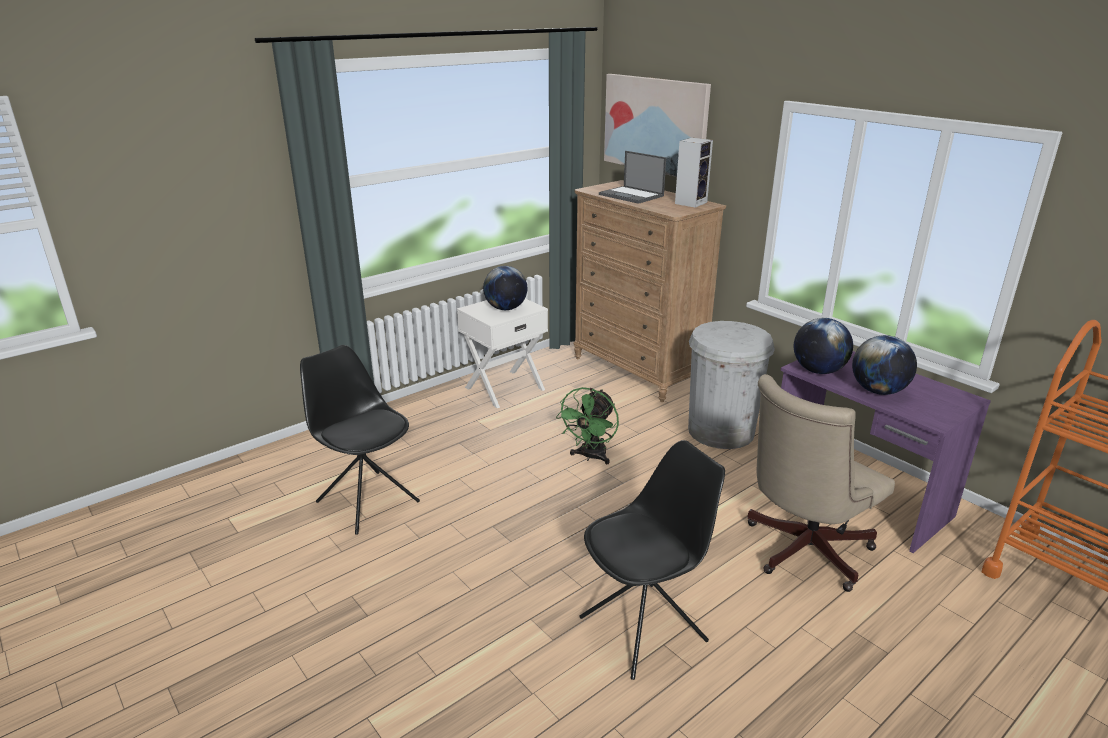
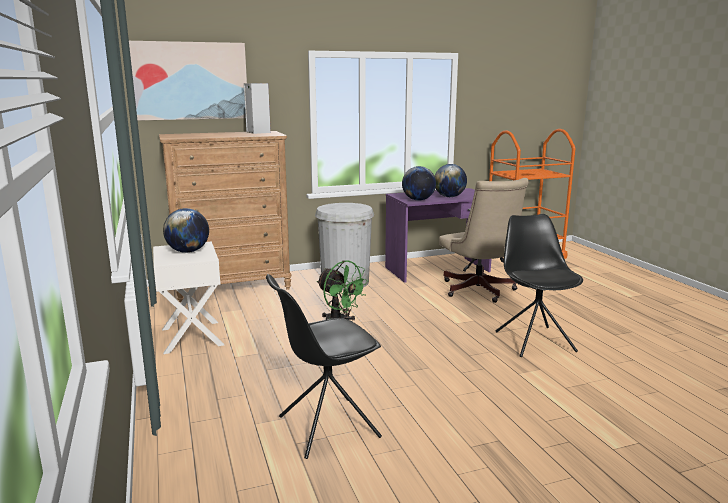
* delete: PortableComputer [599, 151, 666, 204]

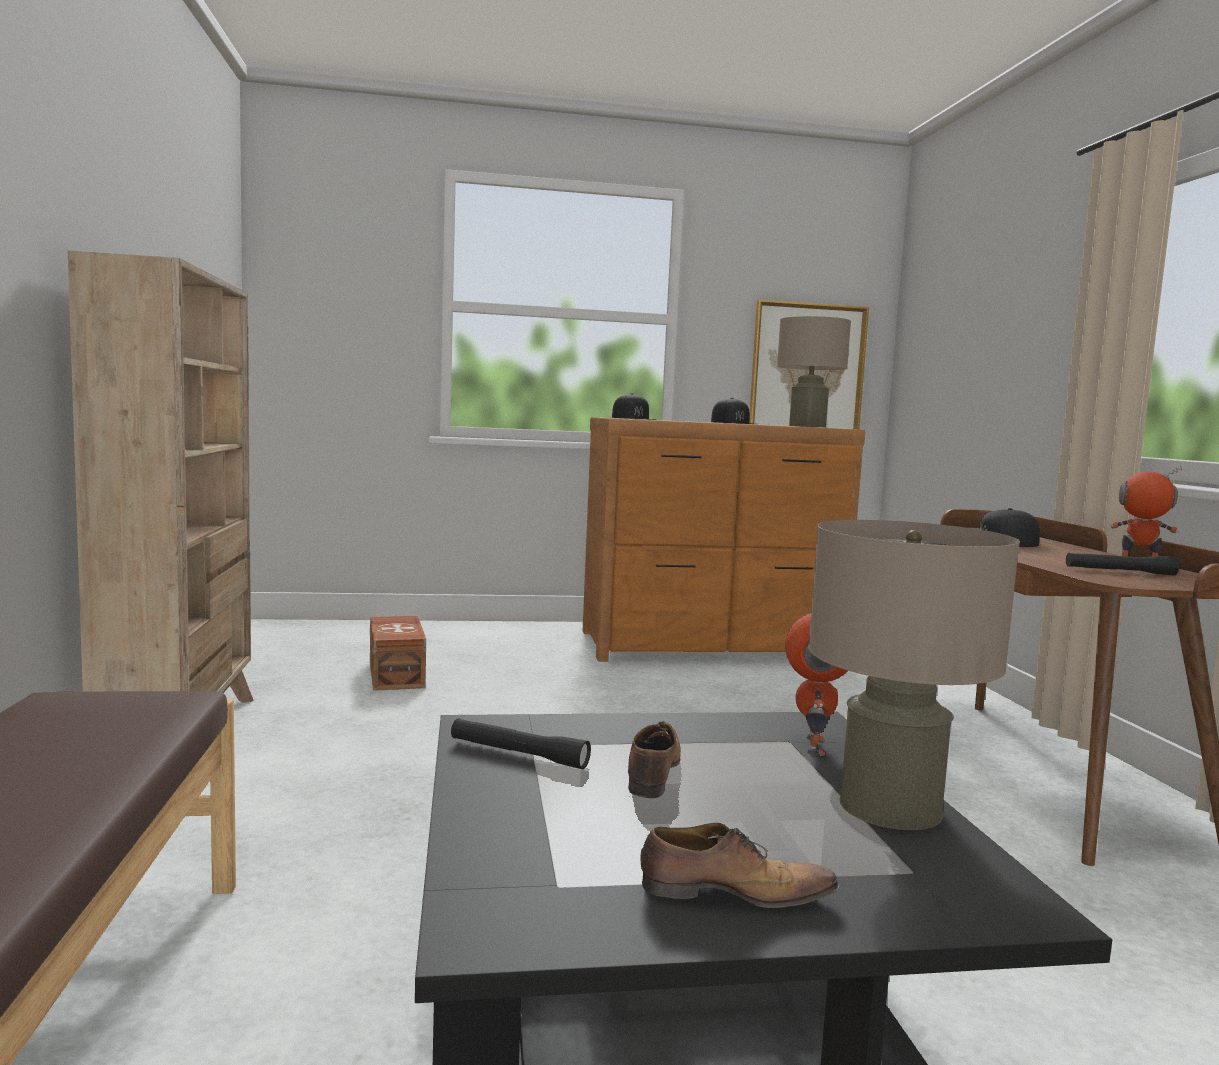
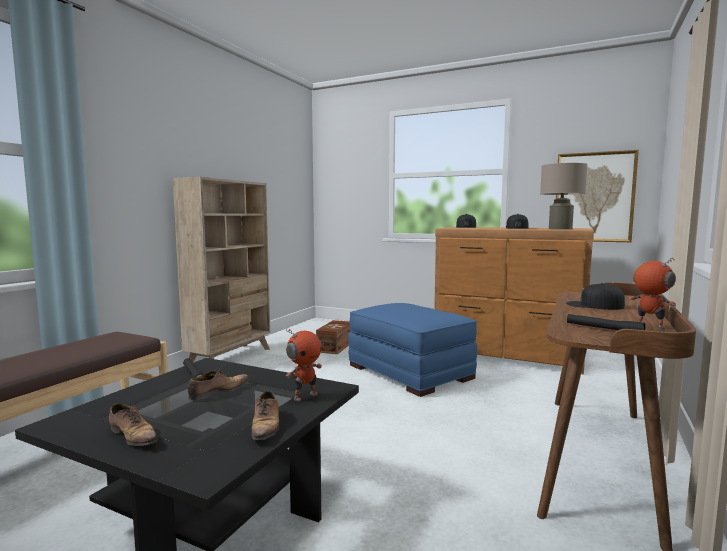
* replace: SandColouredTableLamp [808, 520, 1020, 830] to Shoe [252, 391, 279, 440]
* insert: BlueFootrest [348, 303, 477, 397]

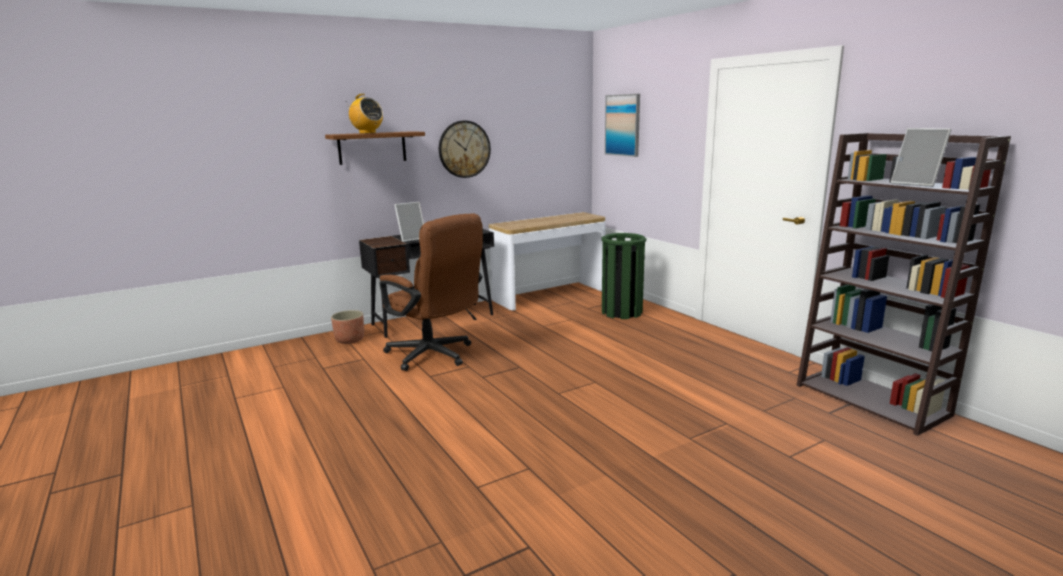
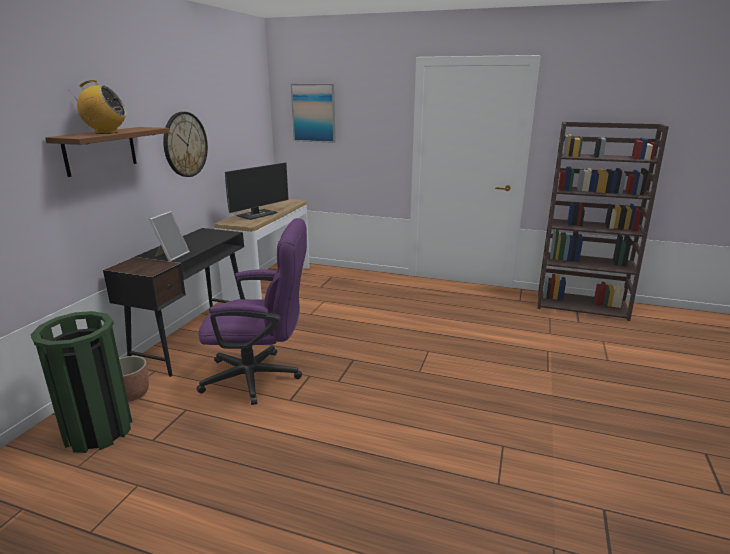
* recolor: BrownDeskChair [380, 214, 483, 371] to PurpleColouredDeskChair [196, 218, 307, 405]
* move: GreenColouredWasteBin [602, 233, 646, 319] to [31, 311, 132, 453]
* delete: PictureFrame [891, 128, 951, 187]
* insert: ComputerScreen [225, 162, 289, 220]

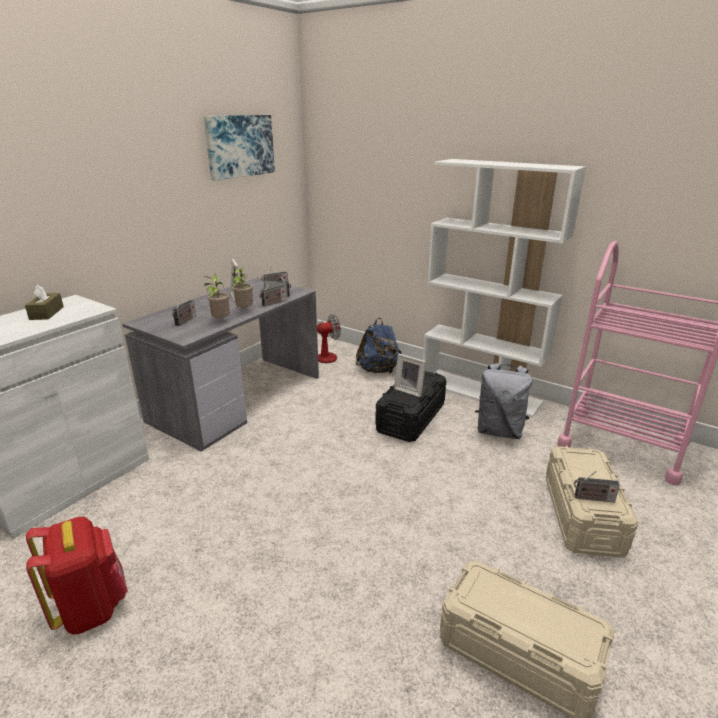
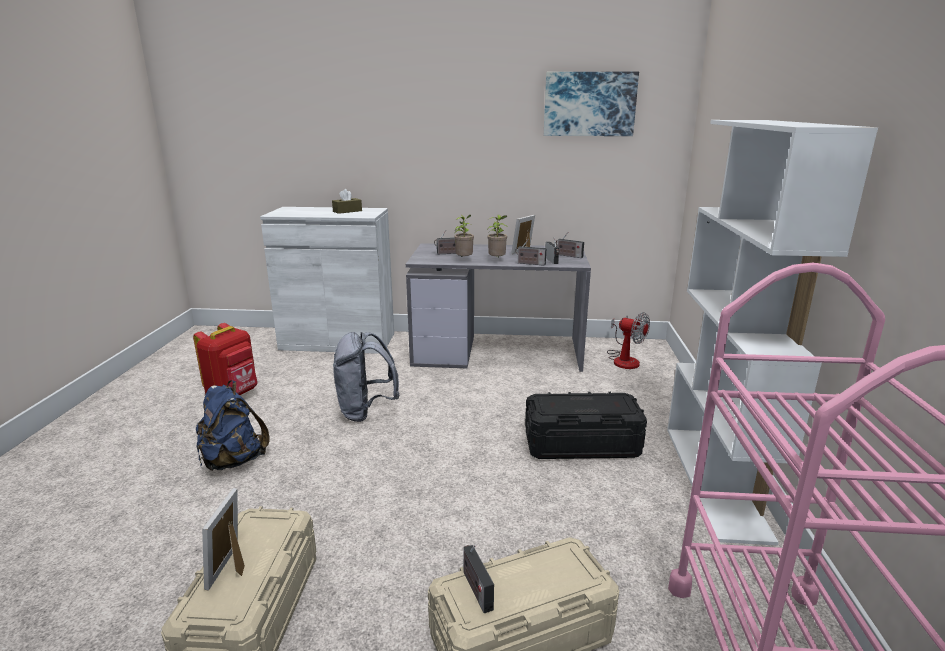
* move: BlueRucksack [356, 318, 402, 374] to [196, 380, 270, 471]
* move: PictureFrame [394, 354, 426, 397] to [202, 488, 245, 591]
* move: GreyishRucksack [475, 363, 532, 439] to [333, 332, 400, 422]

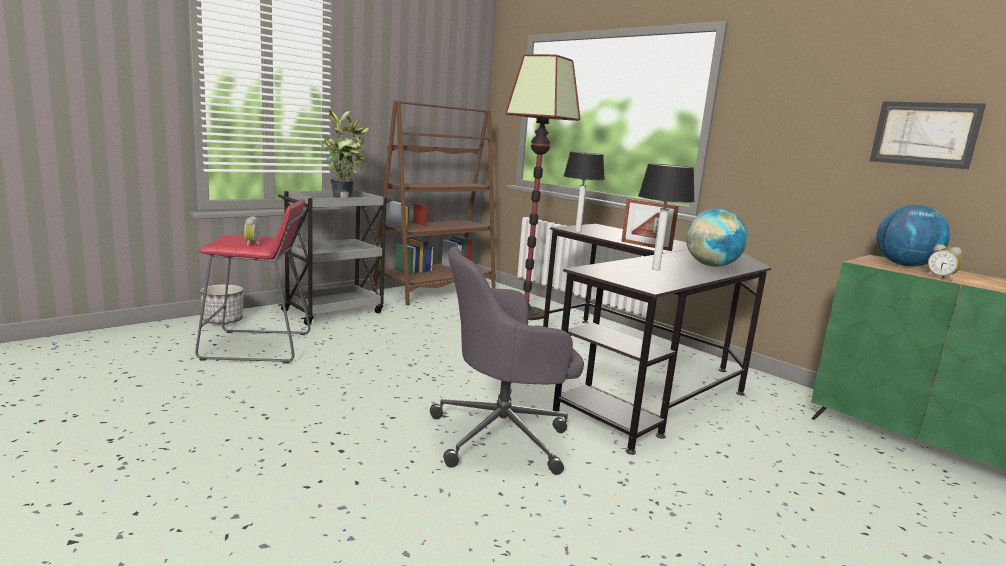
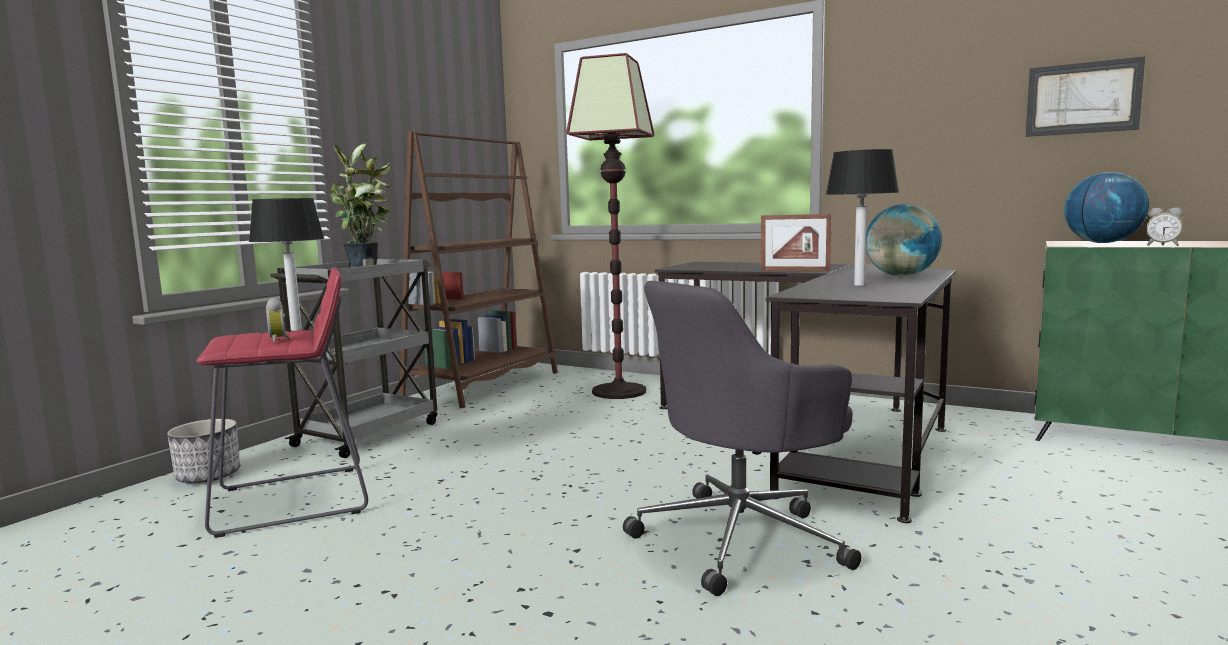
* move: TableLamp [564, 152, 605, 232] to [249, 198, 324, 331]

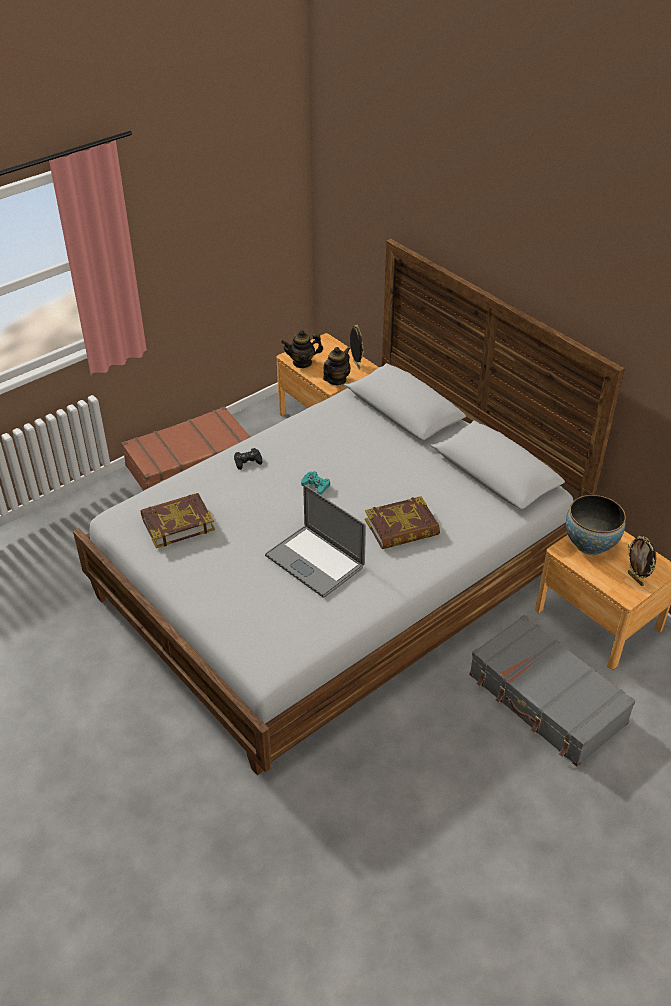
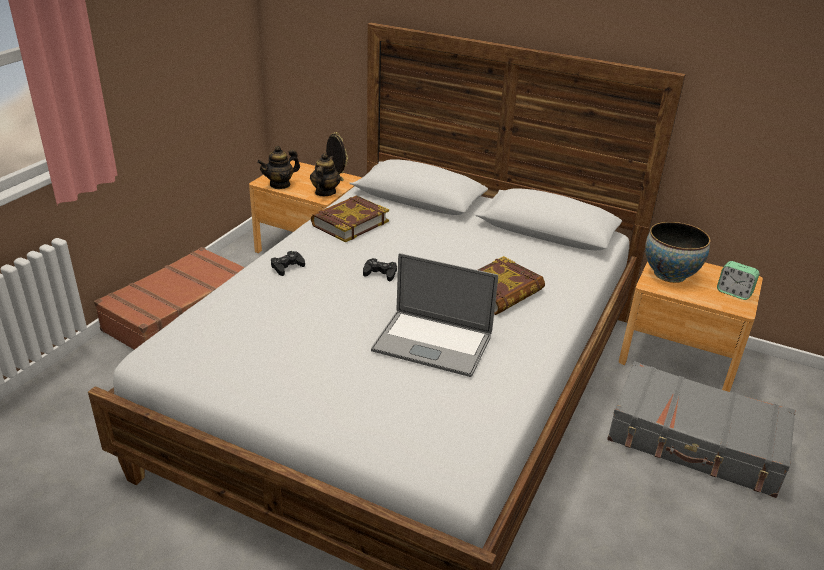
* move: Volume [141, 493, 215, 548] to [311, 195, 389, 242]
* recolor: BlueGreenGameController [301, 471, 330, 495] to BlackishGameController [363, 258, 397, 281]
* replace: PictureFrame [628, 536, 656, 586] to TableClock [717, 261, 760, 300]

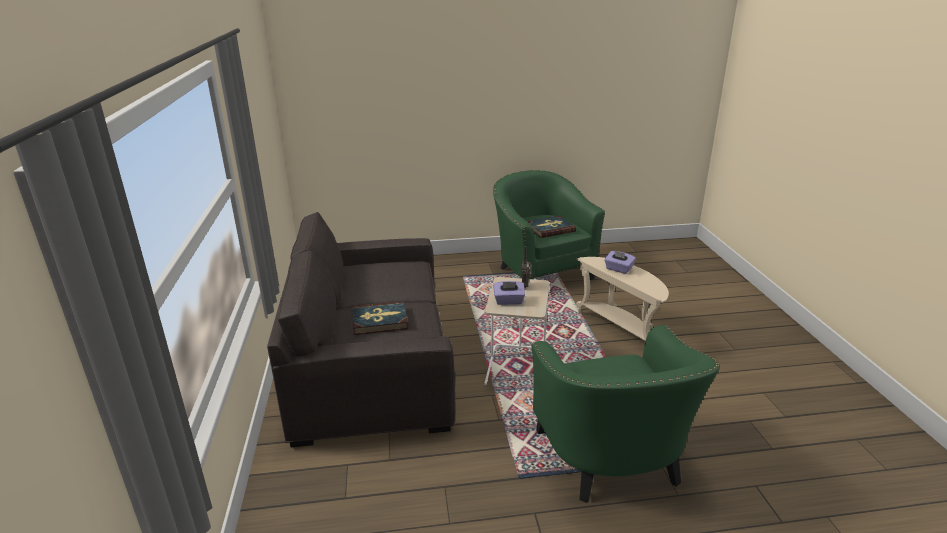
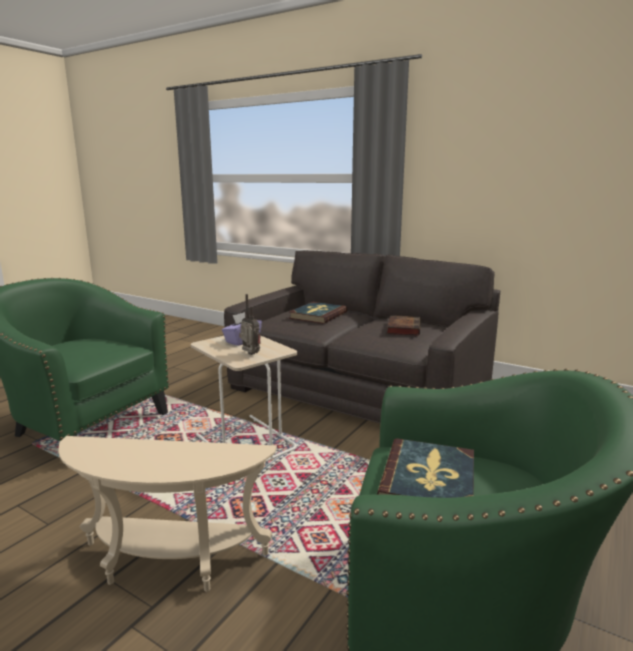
* delete: PurpleColouredTissueBox [604, 250, 636, 274]
* insert: Volume [387, 315, 421, 336]

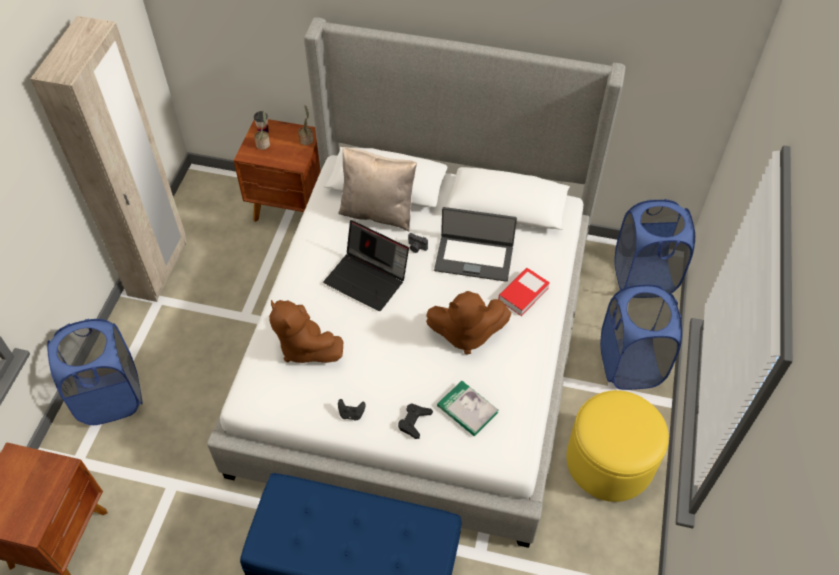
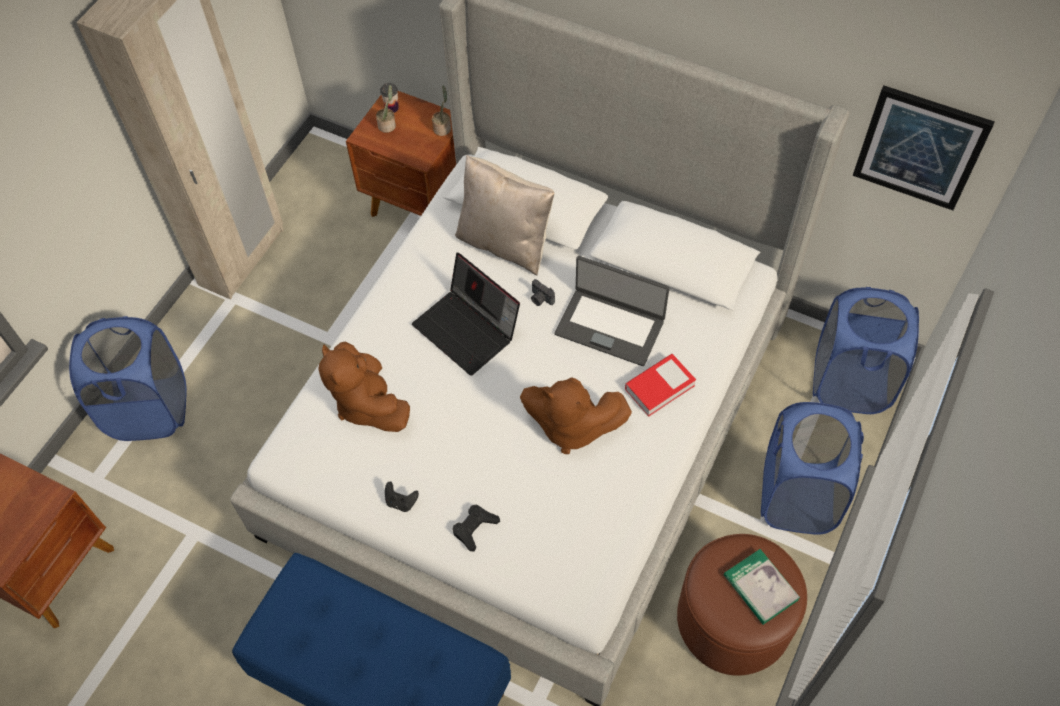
* move: Volume [437, 381, 498, 437] to [724, 549, 800, 625]
* recolor: YellowColouredFootrest [566, 390, 669, 502] to BrownFootrest [677, 534, 807, 676]
* insert: WallPicture [853, 85, 995, 210]

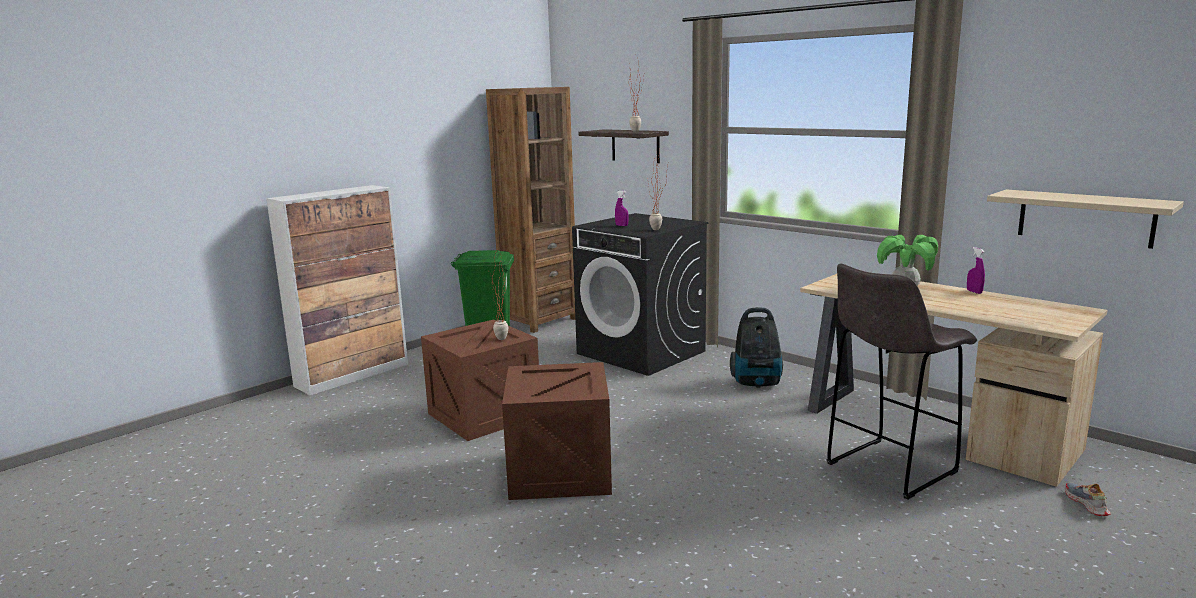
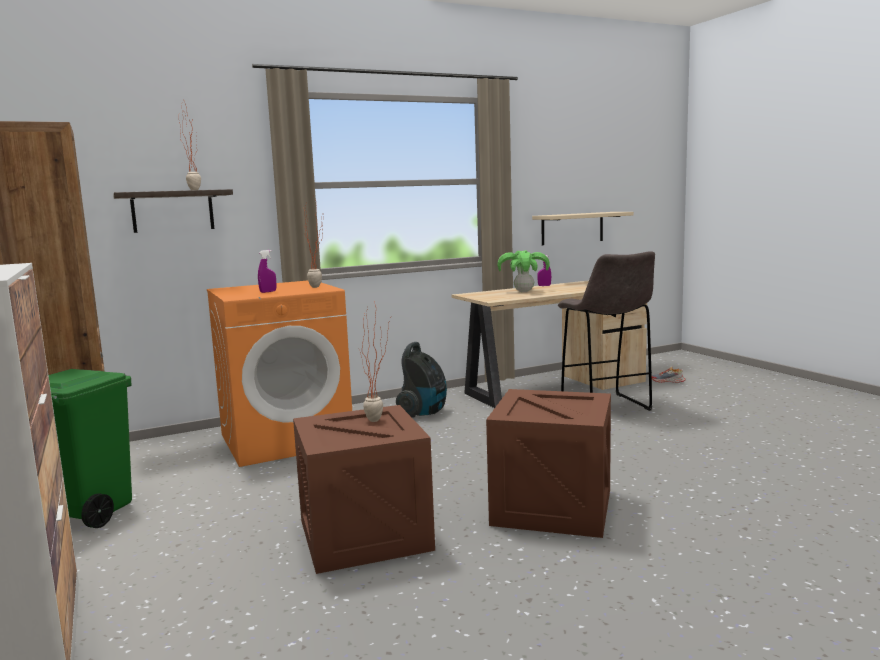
* recolor: BlackishLaundryMachine [572, 213, 709, 376] to OrangeLaundryMachine [207, 281, 352, 467]

